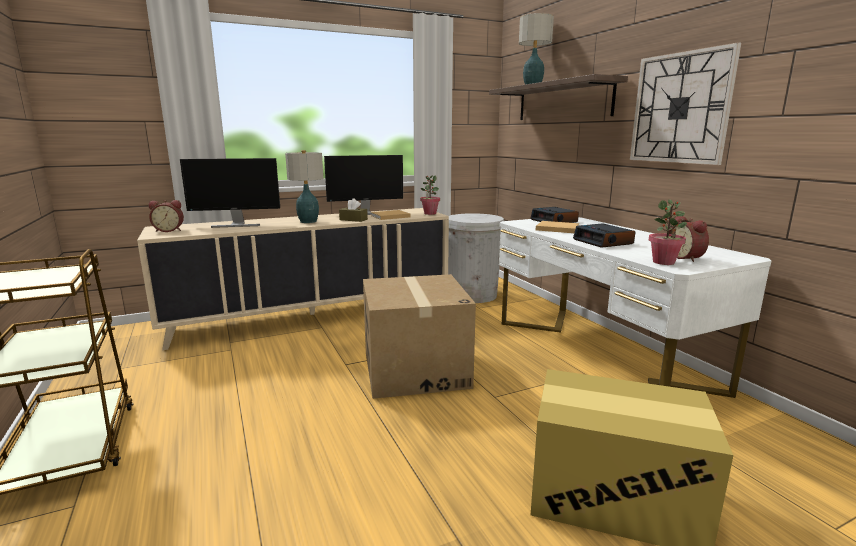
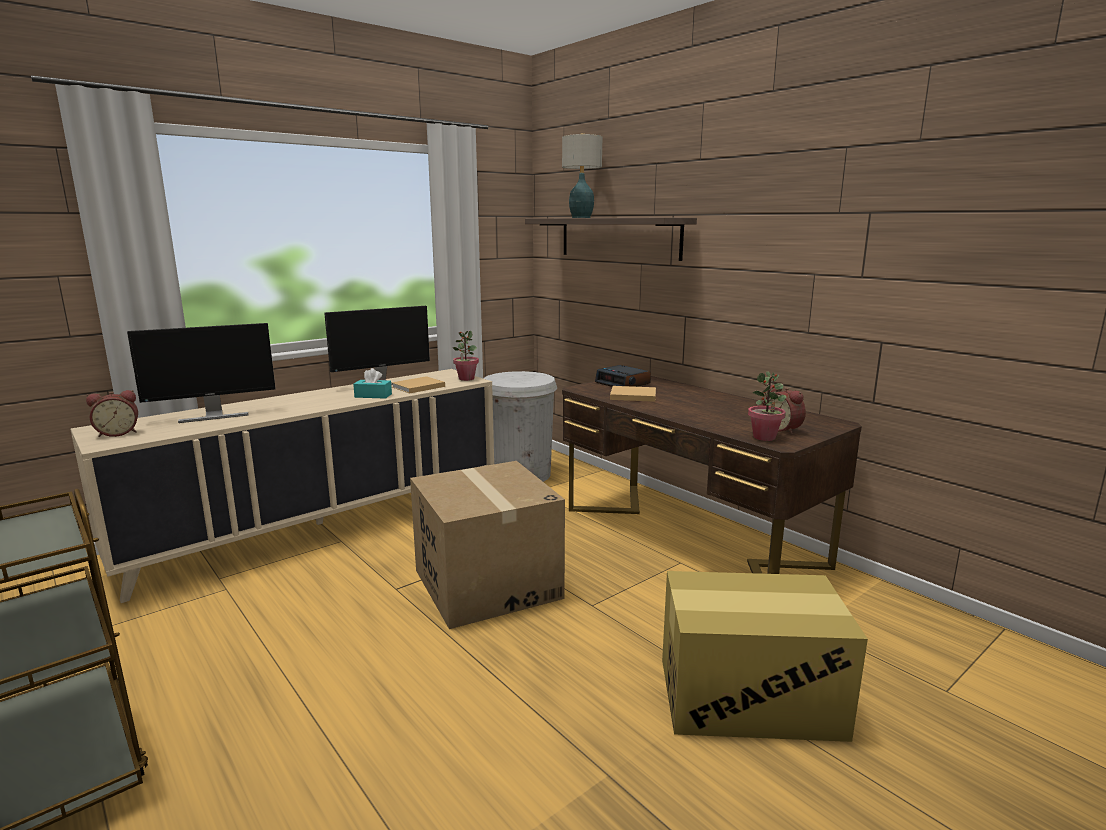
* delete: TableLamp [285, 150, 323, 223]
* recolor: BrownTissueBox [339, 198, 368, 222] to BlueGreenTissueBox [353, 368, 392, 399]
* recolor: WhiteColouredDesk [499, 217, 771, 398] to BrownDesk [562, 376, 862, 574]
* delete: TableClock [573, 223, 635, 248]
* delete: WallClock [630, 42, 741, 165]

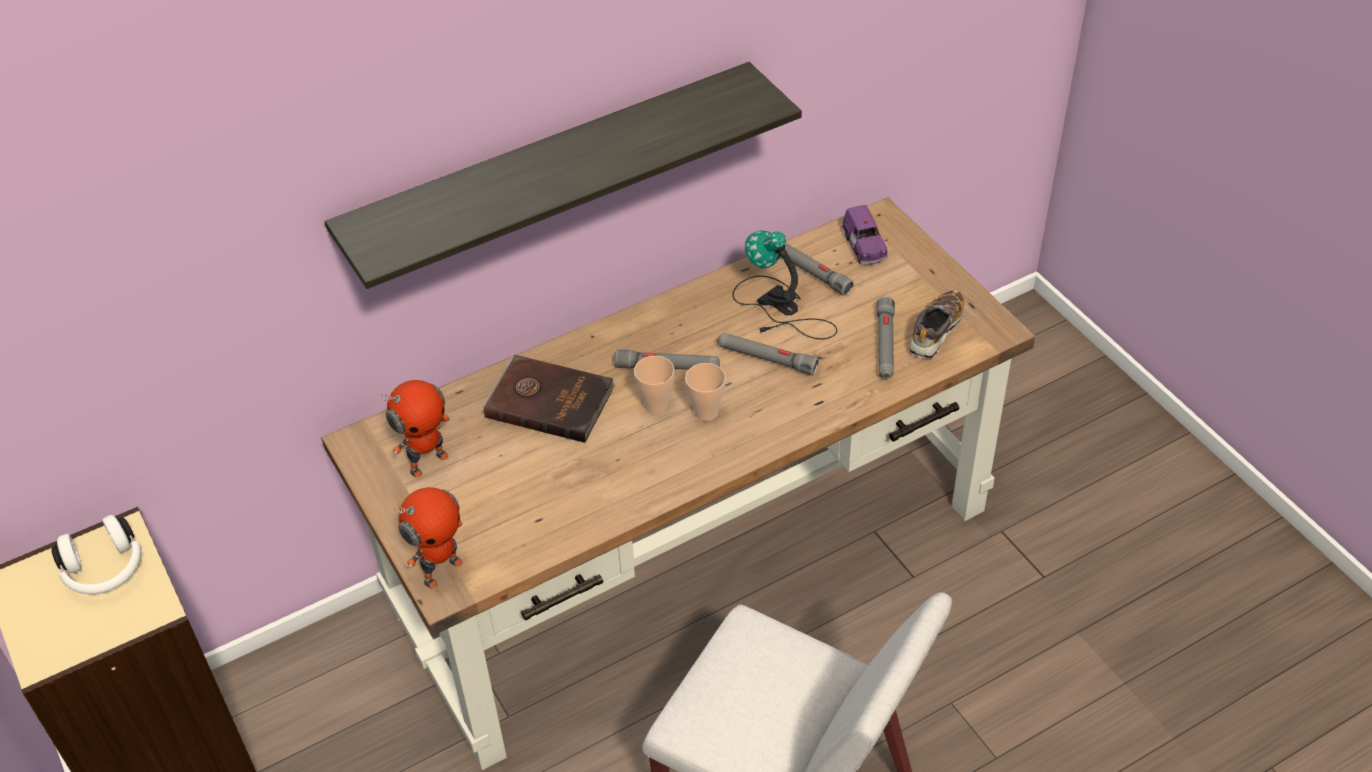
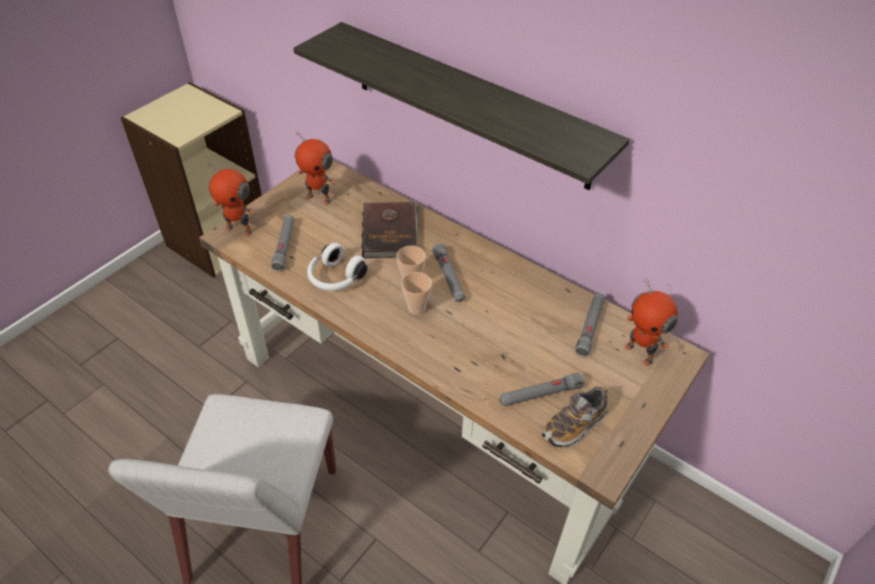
* move: WhiteColouredHeadphones [51, 515, 141, 594] to [307, 243, 367, 291]
* move: GreyishTorch [717, 333, 819, 375] to [271, 215, 295, 271]
* delete: TableLamp [732, 230, 837, 339]
* replace: PurpleColouredModelCar [842, 205, 888, 265] to RobotFigure [625, 277, 678, 366]
* rotate: Shoe [909, 290, 965, 359] = [541, 386, 608, 447] 135 degrees clockwise

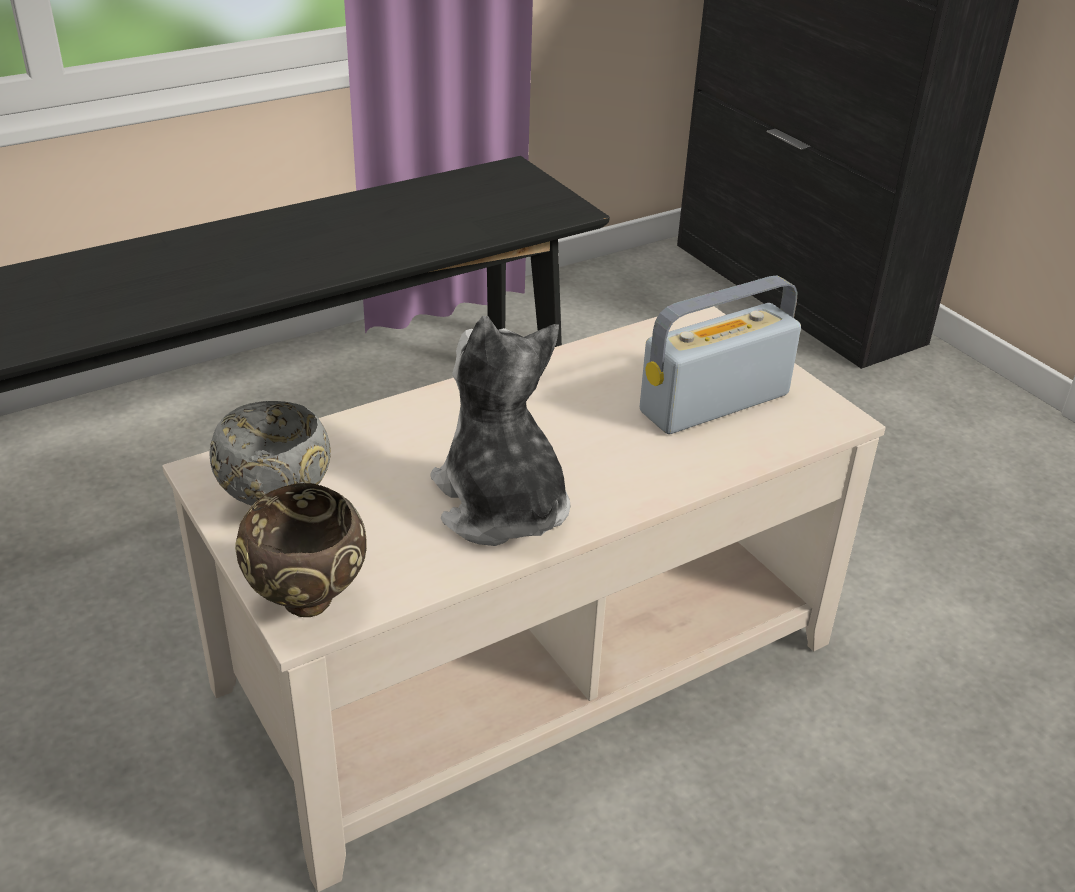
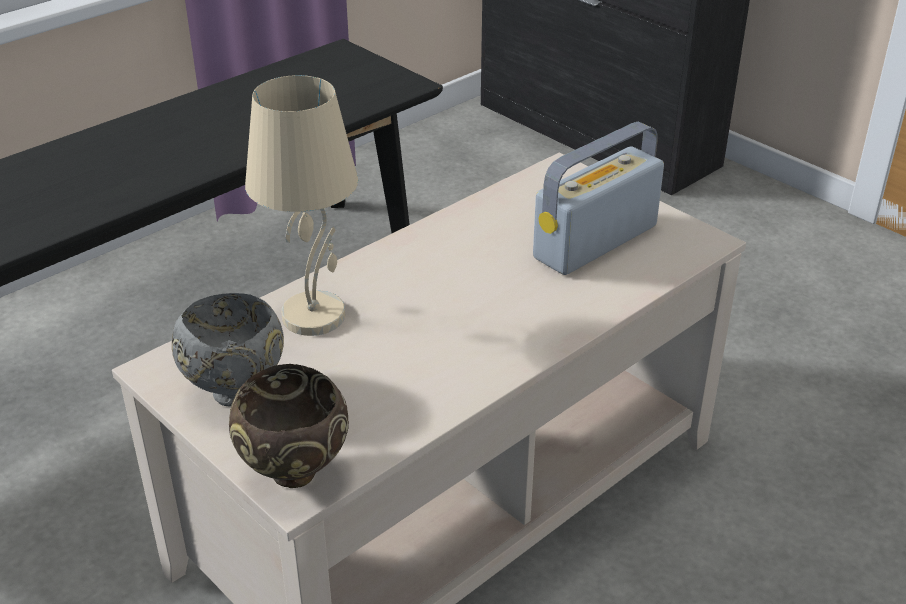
* delete: PlushToy [431, 316, 570, 546]
* insert: SandColouredTableLamp [245, 75, 358, 336]

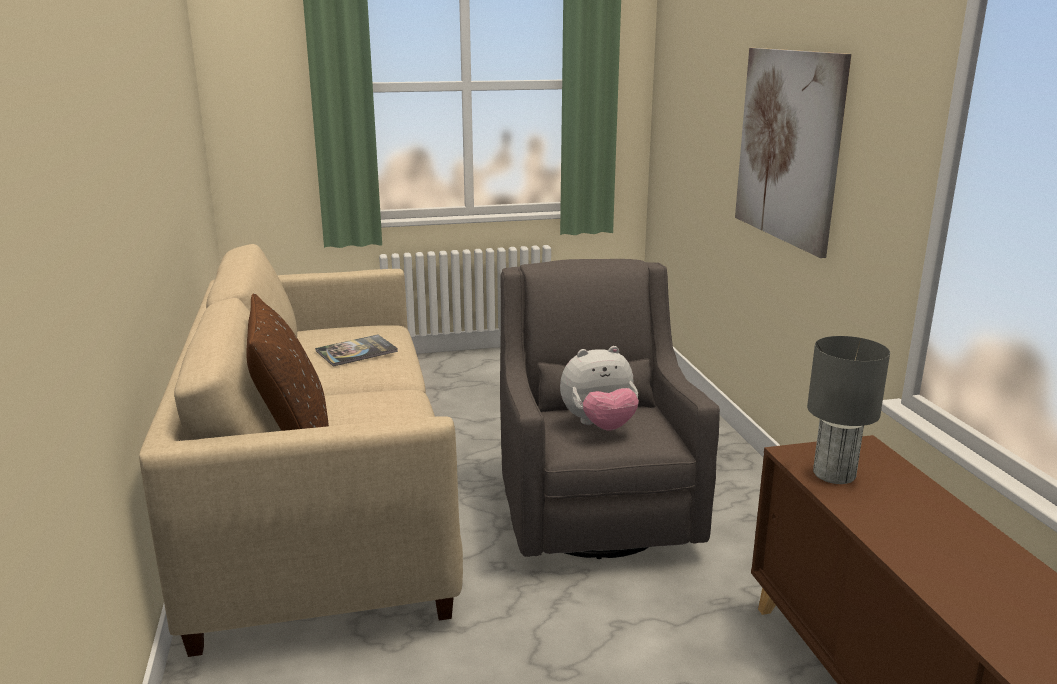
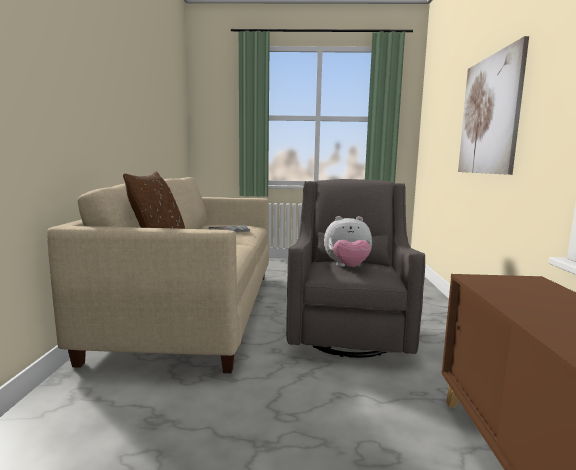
* delete: GreyishTableLamp [807, 336, 890, 484]

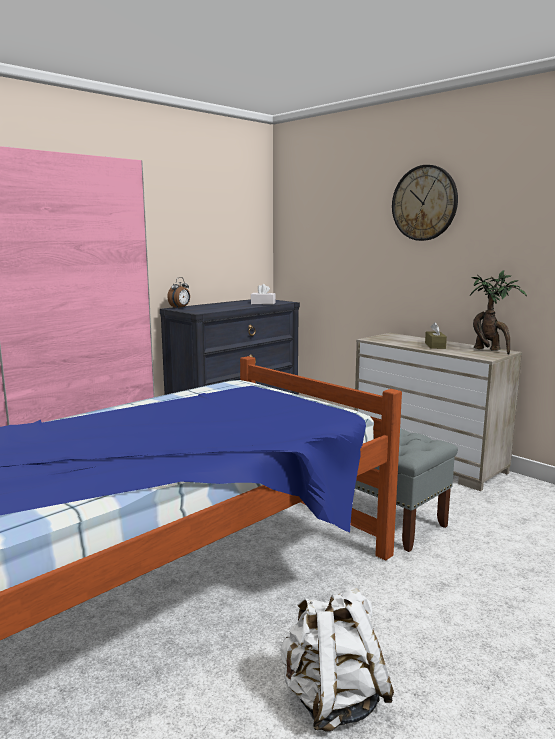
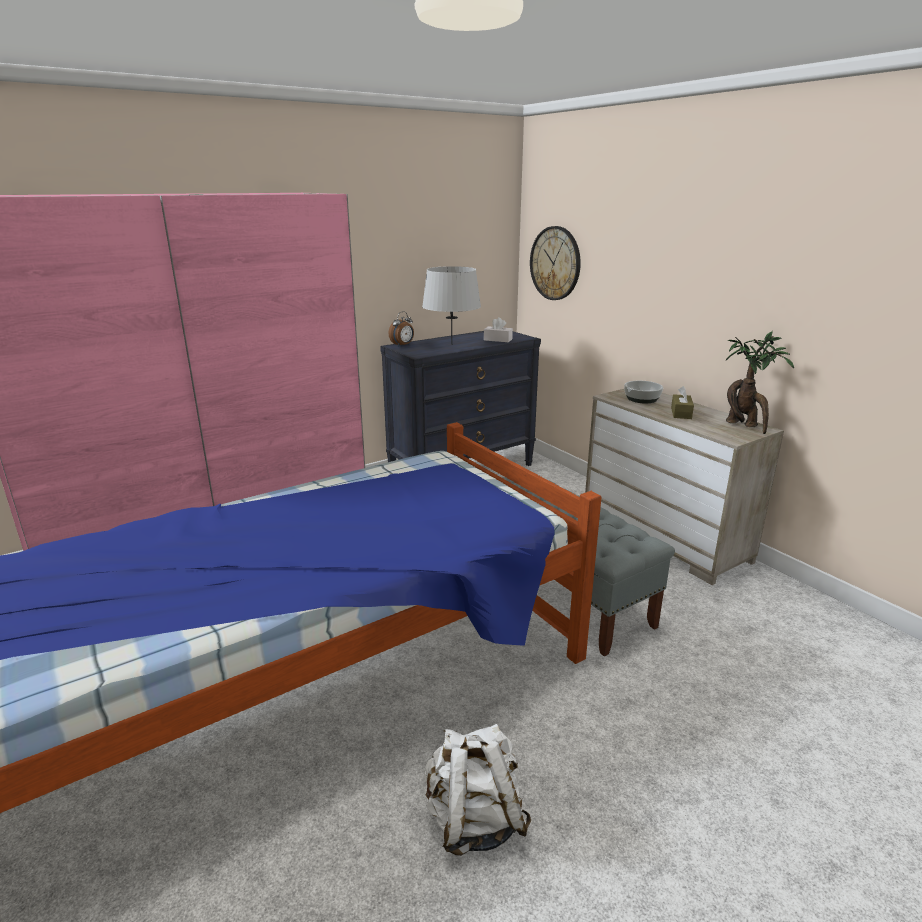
* move: WallClock [392, 165, 458, 241] to [530, 226, 581, 300]
* insert: GreyishTableLamp [422, 266, 481, 345]
* insert: DeepDish [624, 381, 663, 403]

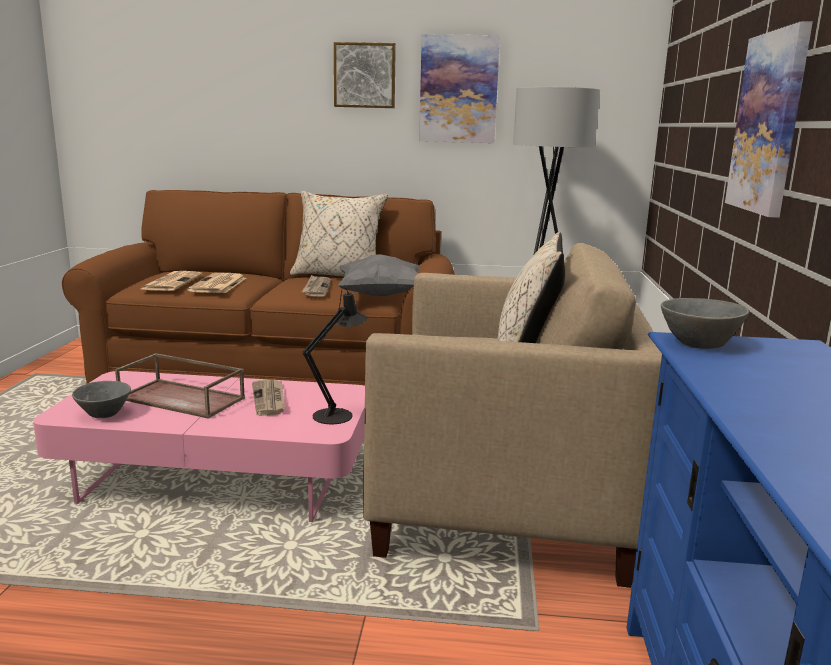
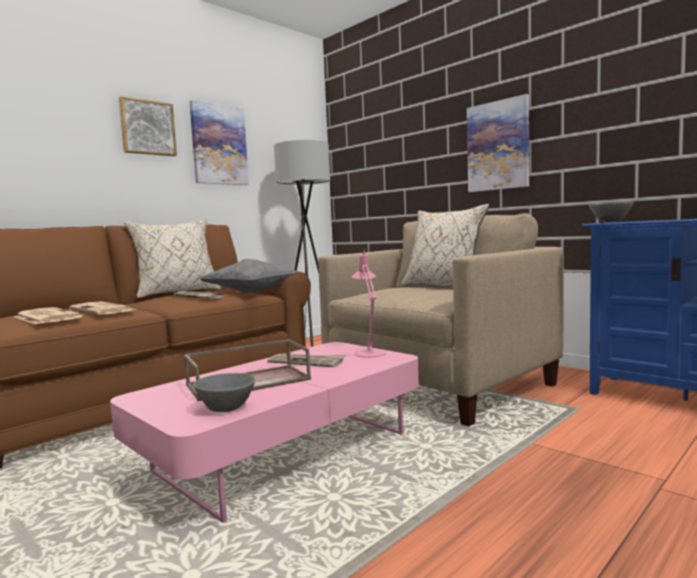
* recolor: BlackishTableLamp [302, 287, 367, 424] to PinkishTableLamp [352, 250, 386, 358]

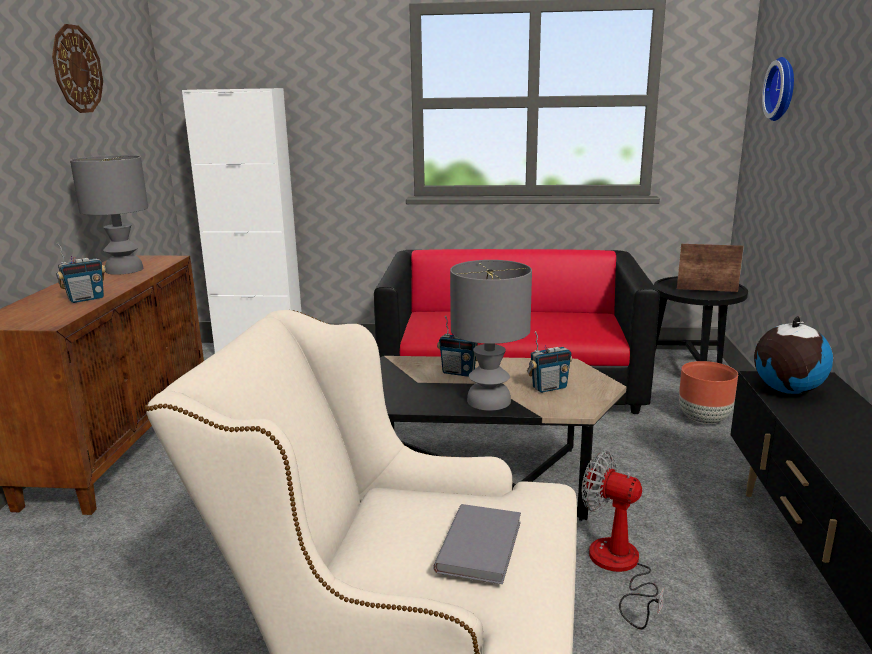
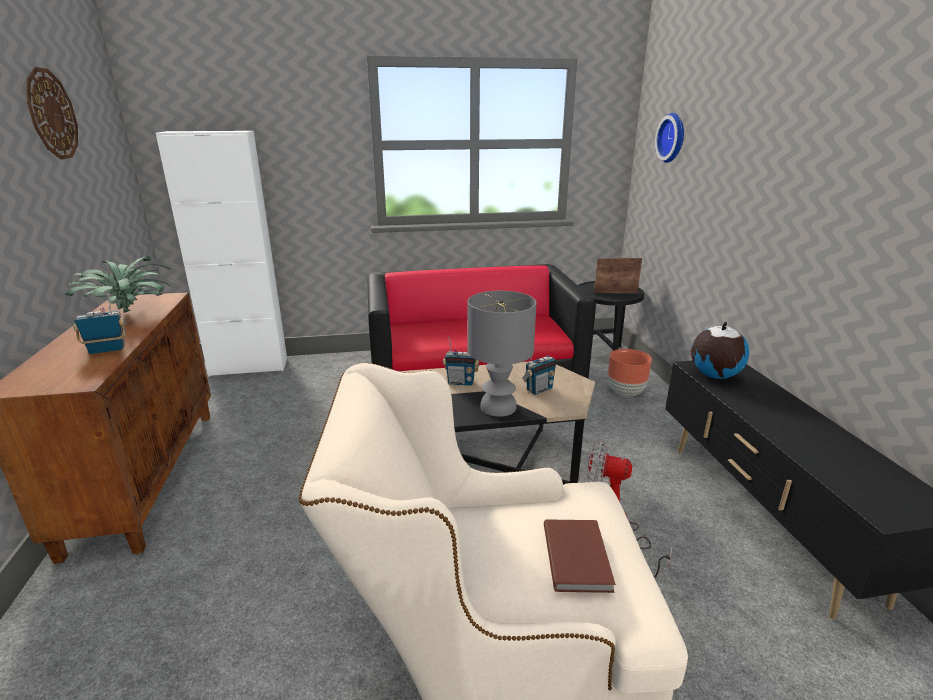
* rotate: RadioReceiver [56, 243, 106, 303] = [73, 294, 126, 354] 150 degrees counterclockwise
* replace: GreyishTableLamp [70, 155, 148, 275] to PottedPlant [64, 256, 170, 313]
* recolor: GreyishVolume [434, 504, 521, 584] to BrownVolume [544, 519, 616, 593]

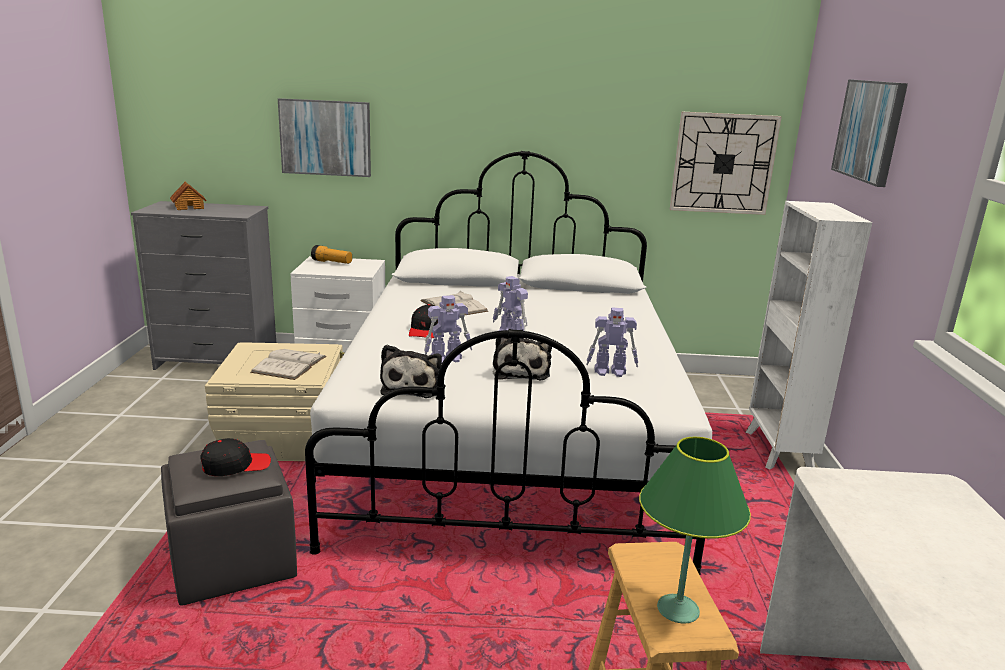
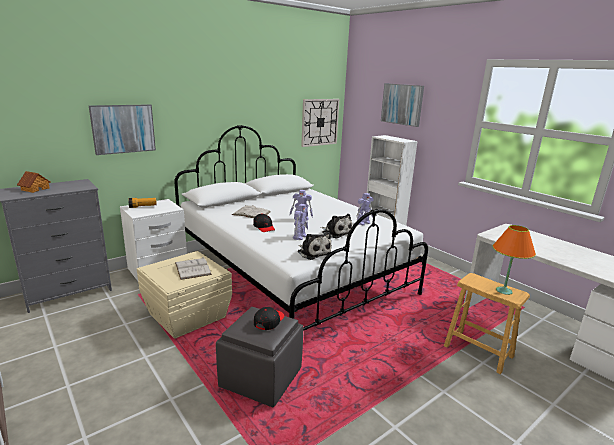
* recolor: GreenColouredTableLamp [639, 437, 751, 624] to OrangeTableLamp [492, 225, 536, 295]

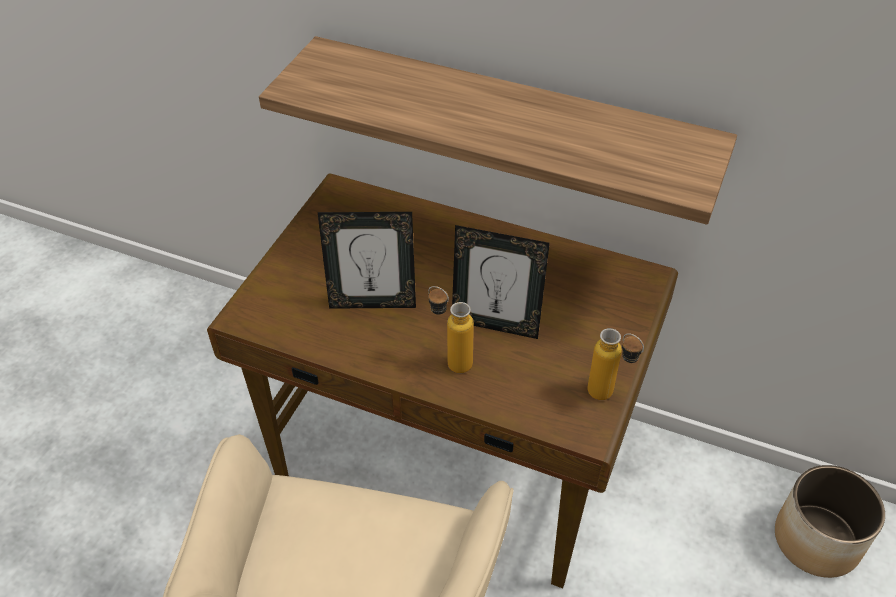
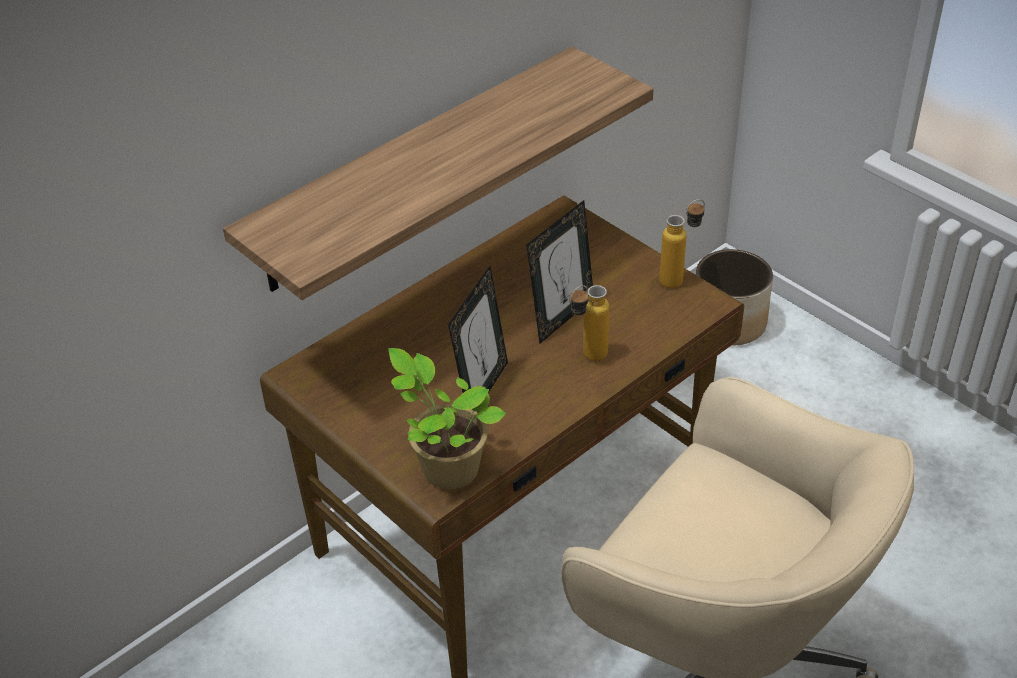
* insert: PottedPlant [389, 348, 506, 489]

